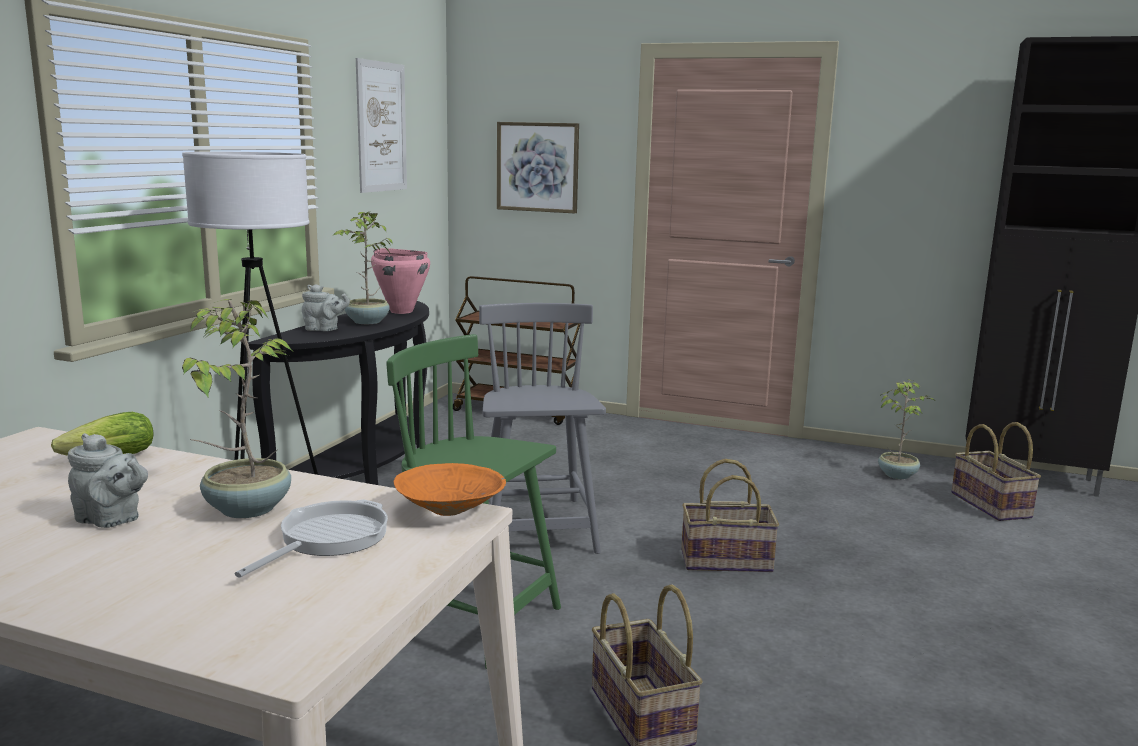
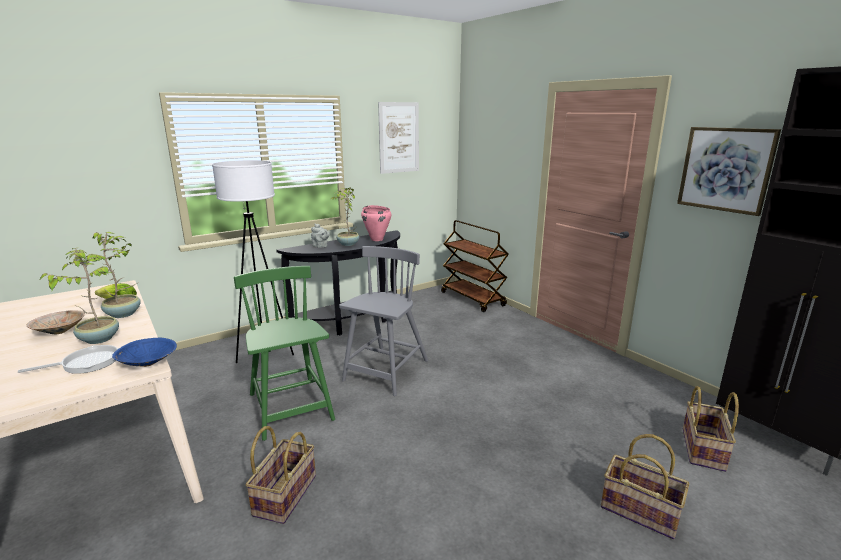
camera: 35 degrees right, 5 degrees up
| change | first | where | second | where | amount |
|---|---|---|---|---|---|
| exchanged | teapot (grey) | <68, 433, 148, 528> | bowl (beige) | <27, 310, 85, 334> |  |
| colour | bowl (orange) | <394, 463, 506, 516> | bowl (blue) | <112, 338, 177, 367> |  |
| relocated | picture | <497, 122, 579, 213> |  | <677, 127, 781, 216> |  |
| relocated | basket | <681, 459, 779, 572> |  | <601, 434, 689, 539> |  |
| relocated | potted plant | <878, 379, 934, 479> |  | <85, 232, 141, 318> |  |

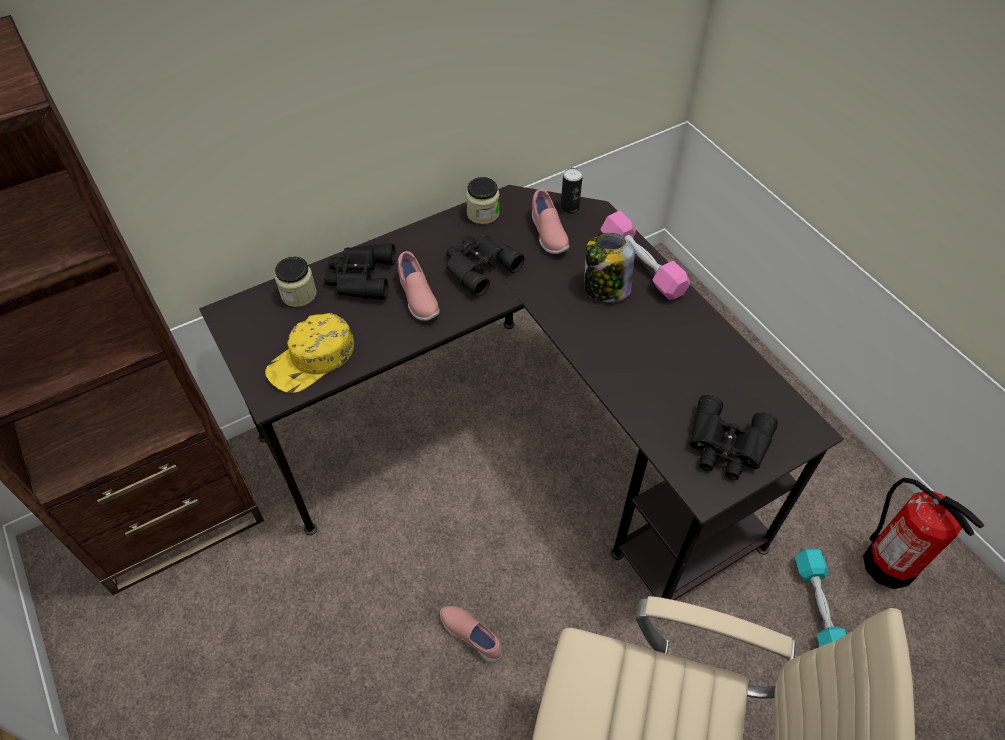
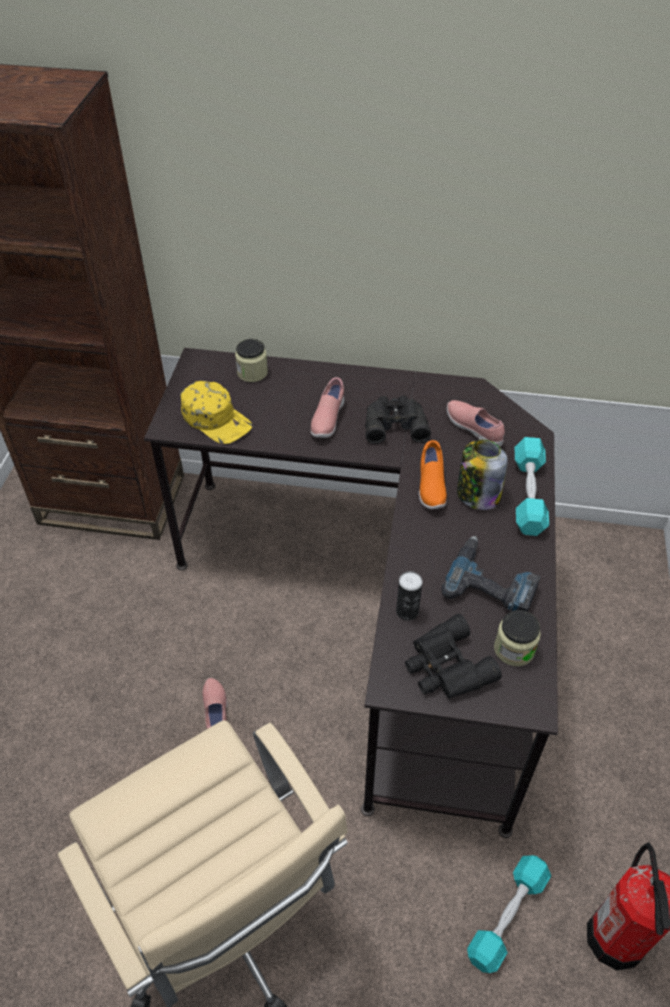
camera: 40 degrees right, 5 degrees down
| change | first | where | second | where | amount |
|---|---|---|---|---|---|
| spun | cap (yellow) | <265, 313, 354, 393> |  | <181, 381, 252, 444> | 135 degrees counterclockwise |
| missing | binoculars (black) | <324, 243, 396, 300> |  |  |  |
| relocated | jar | <466, 177, 500, 224> |  | <494, 610, 541, 666> |  |
| spun | shoe (pink) | <532, 189, 569, 254> |  | <447, 400, 505, 447> | 120 degrees clockwise |
| relocated | can | <561, 168, 583, 214> |  | <396, 571, 423, 620> |  |
| colour | dumbbell (pink) | <600, 211, 690, 300> | dumbbell (turquoise) | <515, 437, 549, 536> |  |
| appeared |  |  | shoe (orange) | <419, 440, 447, 509> |  |
| appeared |  |  | power drill | <442, 536, 540, 611> |  |

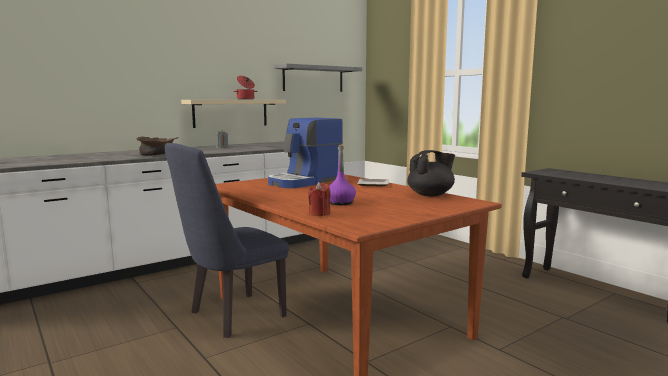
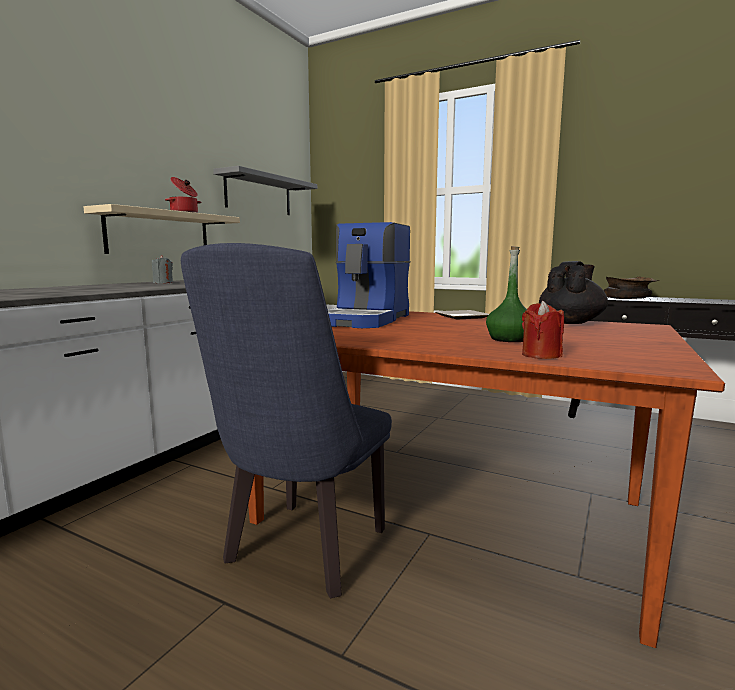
camera: 25 degrees left, 0 degrees up
| change | first | where | second | where | amount |
|---|---|---|---|---|---|
| relocated | bowl (brown) | <137, 136, 178, 156> |  | <603, 276, 659, 299> |  |
| colour | bottle (purple) | <329, 145, 356, 205> | bottle (green) | <486, 246, 527, 342> |  |

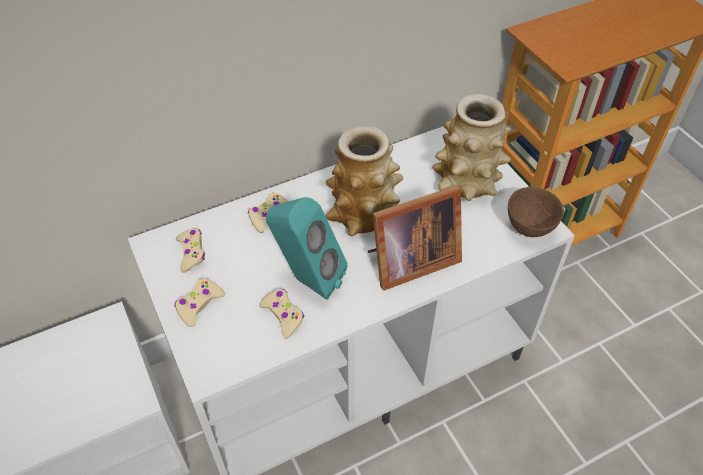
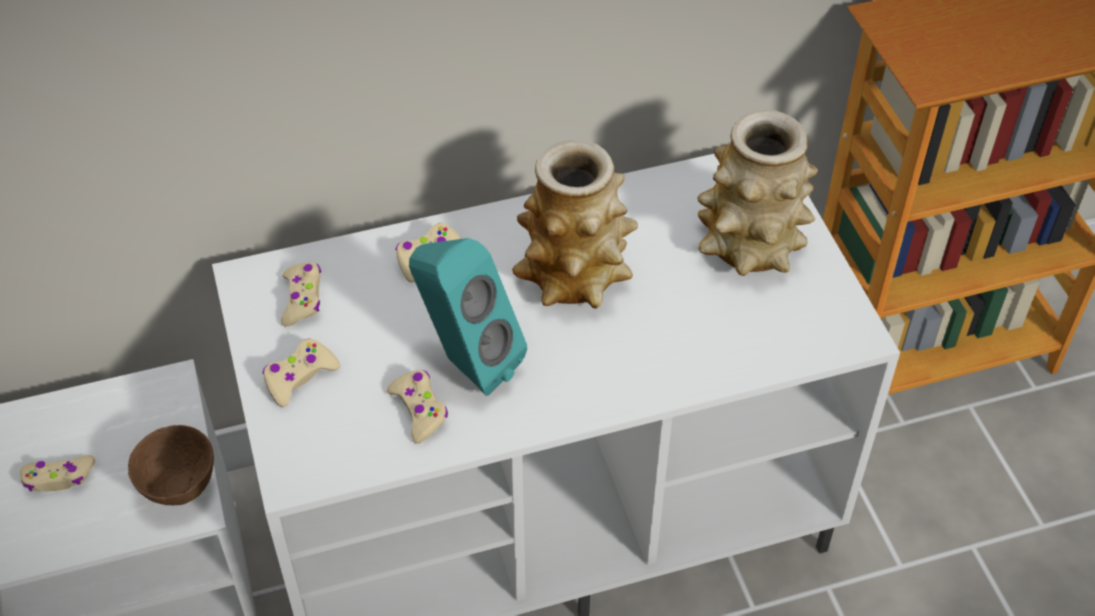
camera: 10 degrees right, 0 degrees up
| change | first | where | second | where | amount |
|---|---|---|---|---|---|
| missing | picture frame | <368, 185, 462, 291> |  |  |  |
| relocated | bowl (brown) | <508, 187, 564, 237> |  | <128, 425, 214, 505> |  |
| appeared |  |  | game controller (beige) | <20, 455, 95, 492> |  |

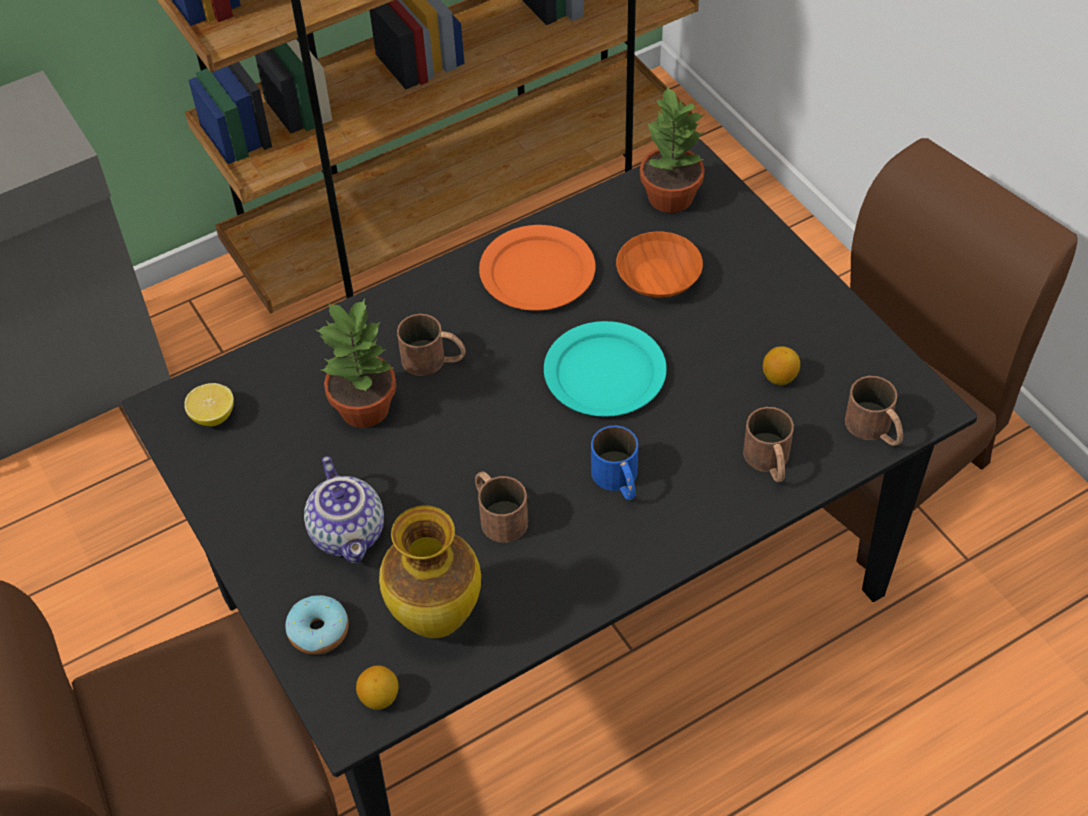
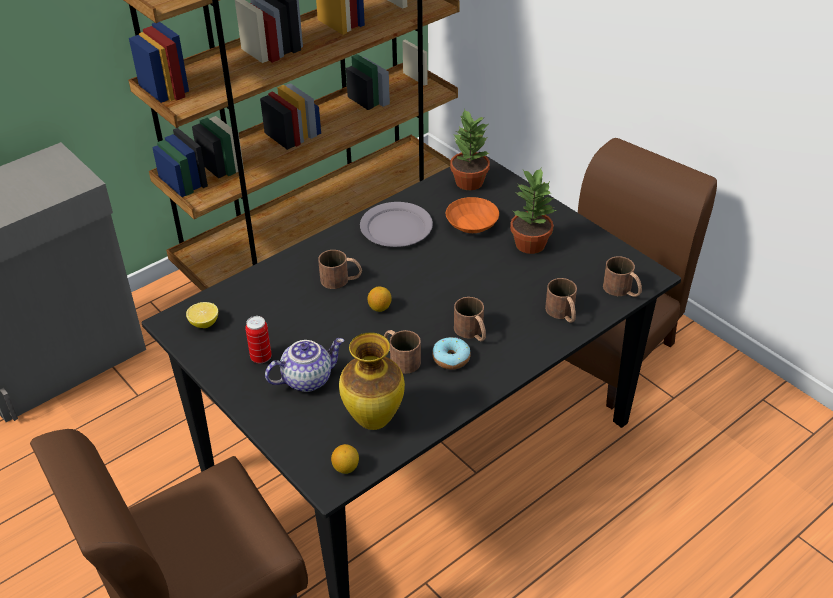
camera: 10 degrees left, 10 degrees down
| change | first | where | second | where | amount |
|---|---|---|---|---|---|
| relocated | donut | <285, 595, 349, 655> |  | <432, 337, 471, 370> |  |
| spun | teapot | <304, 456, 384, 563> |  | <265, 338, 344, 392> | 90 degrees counterclockwise |
| relocated | potted plant | <316, 299, 397, 428> |  | <510, 168, 557, 254> |  |
| colour | plate (orange) | <479, 225, 596, 311> | plate (grey) | <360, 202, 433, 247> |  |
| missing | plate (turquoise) | <544, 321, 667, 417> |  |  |  |
| colour | mug (blue) | <591, 425, 638, 500> | mug (brown) | <454, 297, 486, 341> |  |
| relocated | lemon | <763, 346, 800, 385> |  | <368, 286, 391, 312> |  |
| appeared |  |  | can | <245, 316, 272, 363> |  |

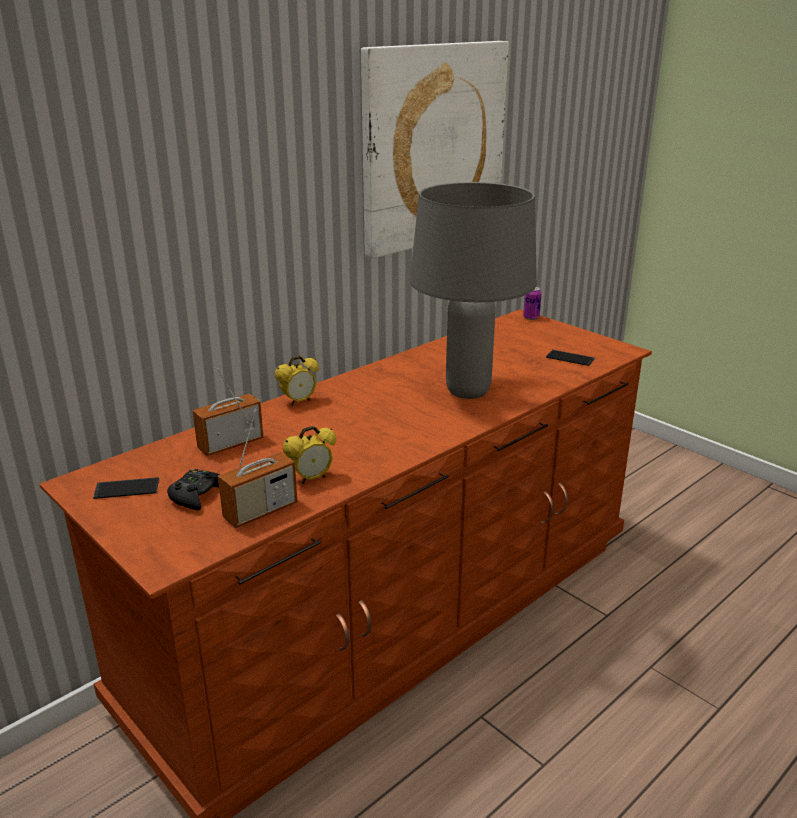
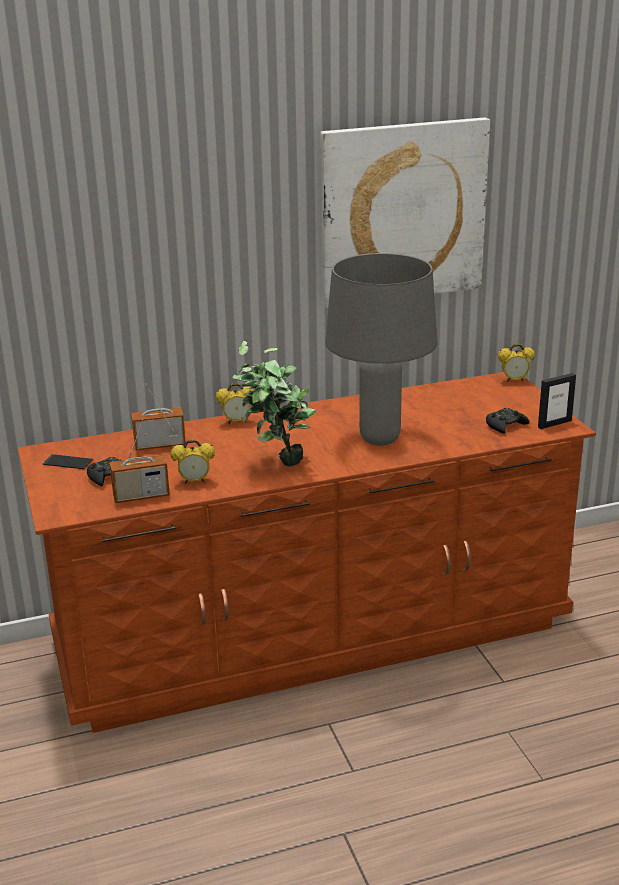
camera: 25 degrees right, 0 degrees up
| change | first | where | second | where | amount |
|---|---|---|---|---|---|
| exchanged | can | <523, 287, 542, 320> | alarm clock | <498, 344, 535, 382> |  |
| exchanged | phone | <546, 350, 595, 366> | game controller (black) | <486, 408, 529, 434> |  |
| appeared |  |  | potted plant | <232, 341, 316, 466> |  |
| appeared |  |  | picture frame | <538, 373, 576, 429> |  |

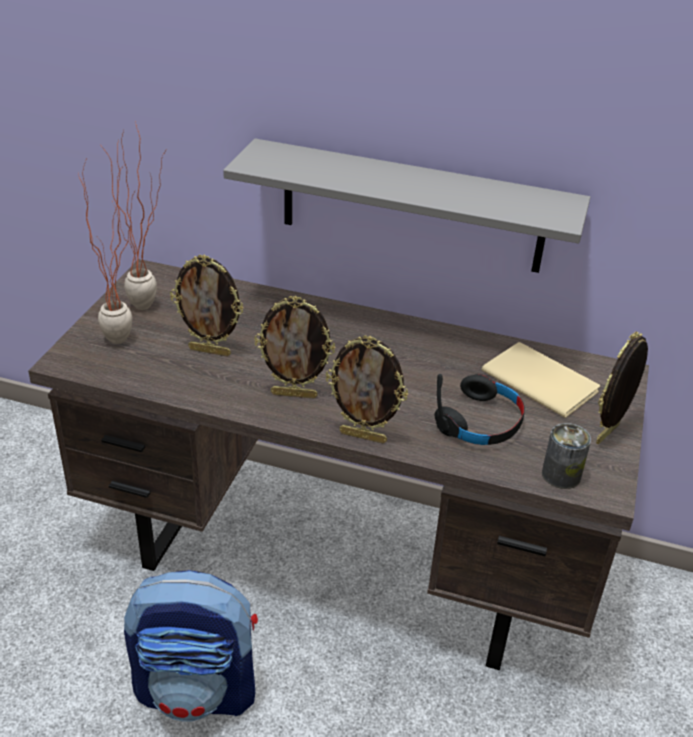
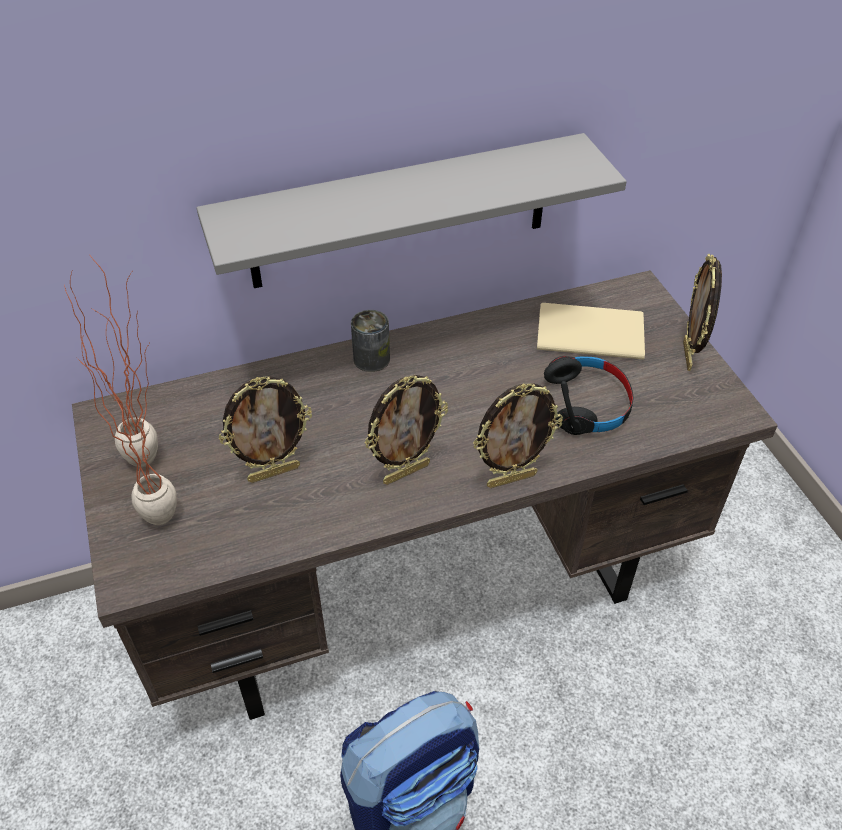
camera: 35 degrees left, 10 degrees up
| change | first | where | second | where | amount |
|---|---|---|---|---|---|
| relocated | can | <542, 423, 591, 489> |  | <351, 310, 390, 372> |  |

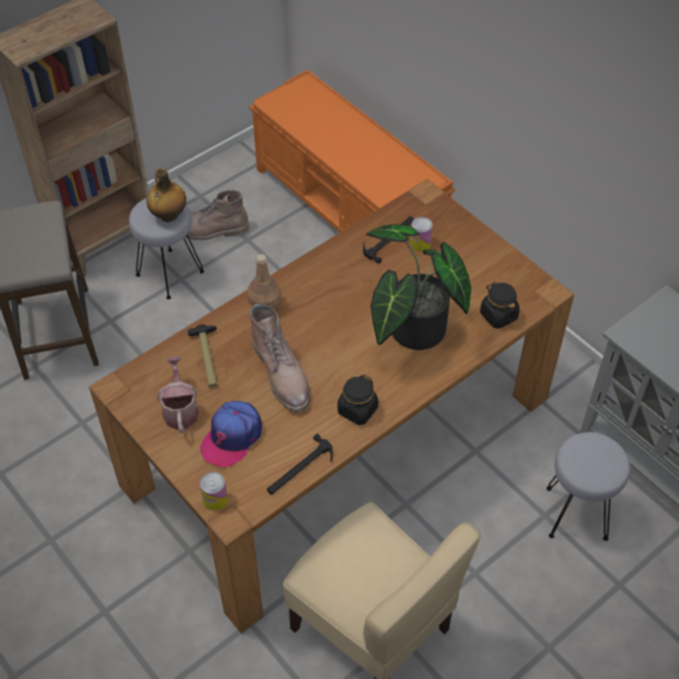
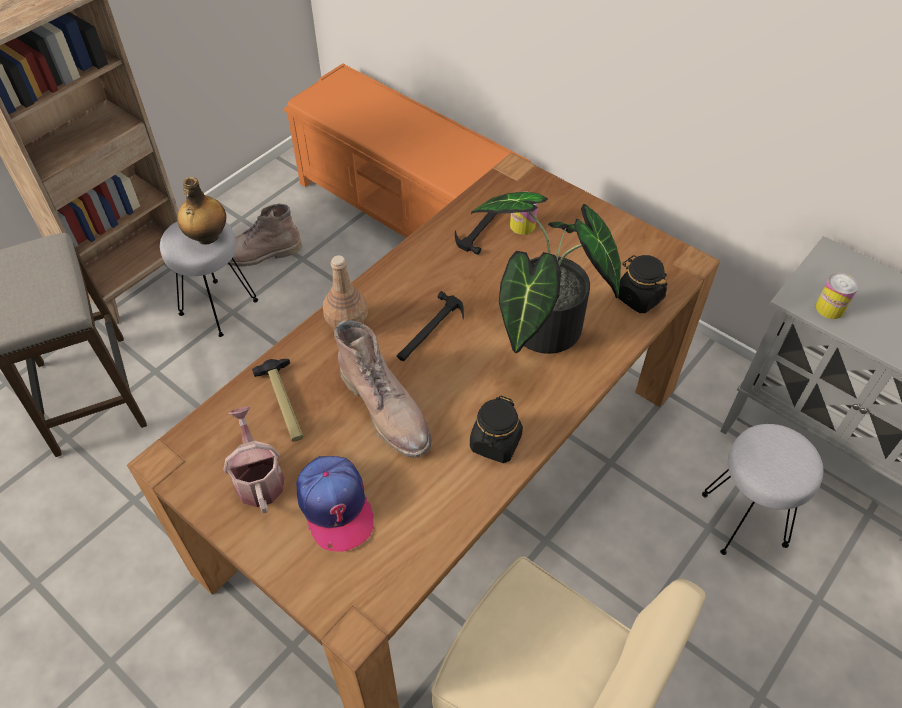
camera: 10 degrees left, 0 degrees up
| change | first | where | second | where | amount |
|---|---|---|---|---|---|
| relocated | can | <199, 472, 228, 511> |  | <816, 273, 858, 319> |  |
| spun | cap | <200, 401, 262, 467> |  | <296, 456, 374, 552> | 45 degrees counterclockwise |
| relocated | hammer | <267, 434, 333, 495> |  | <397, 291, 464, 361> |  |

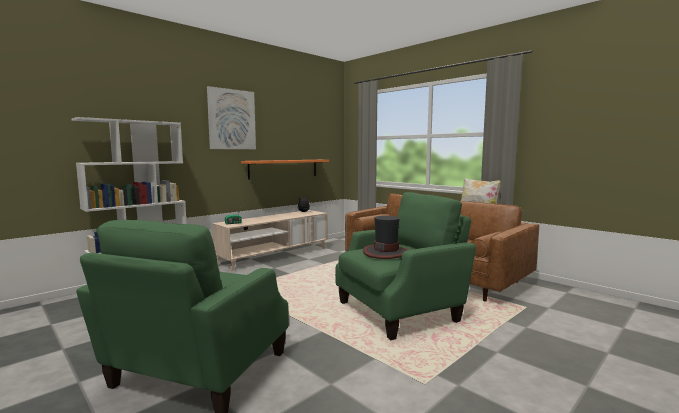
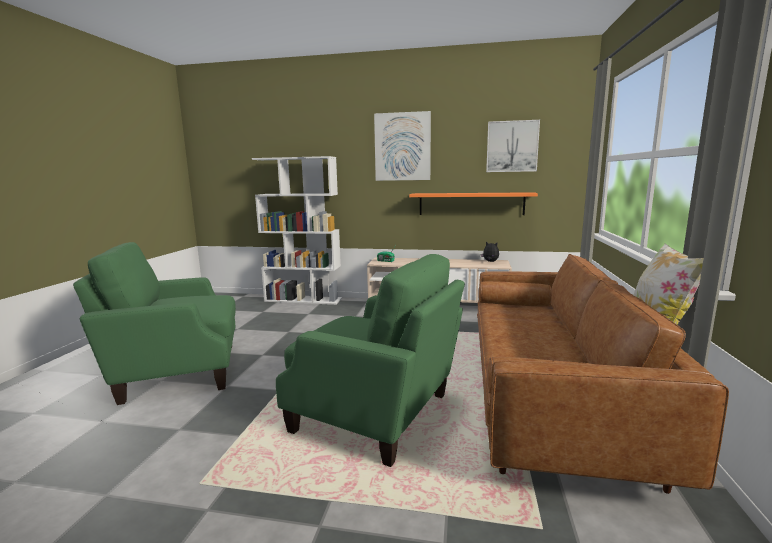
camera: 55 degrees right, 5 degrees up
| change | first | where | second | where | amount |
|---|---|---|---|---|---|
| missing | hat | <363, 216, 408, 259> |  |  |  |
| appeared |  |  | picture | <486, 120, 540, 172> |  |

